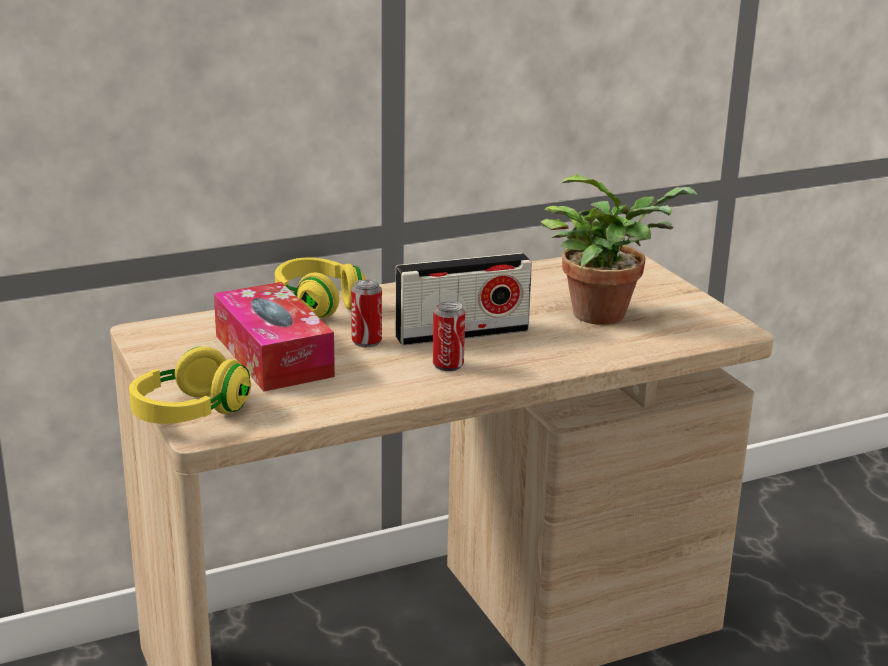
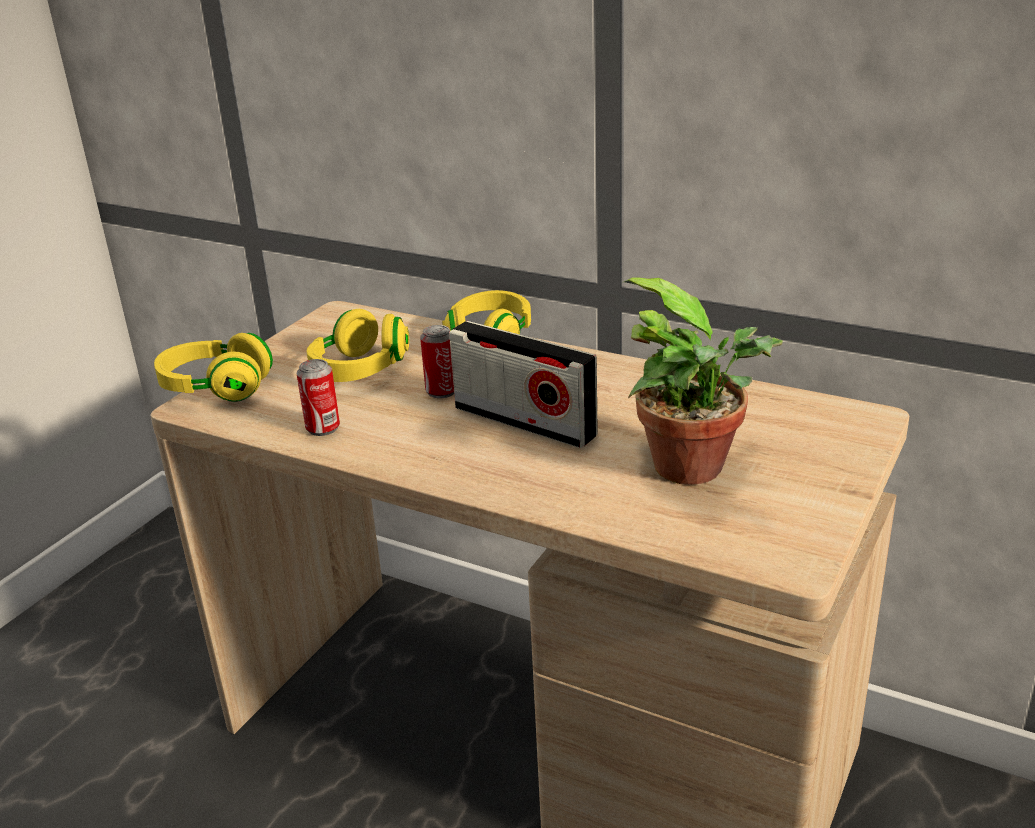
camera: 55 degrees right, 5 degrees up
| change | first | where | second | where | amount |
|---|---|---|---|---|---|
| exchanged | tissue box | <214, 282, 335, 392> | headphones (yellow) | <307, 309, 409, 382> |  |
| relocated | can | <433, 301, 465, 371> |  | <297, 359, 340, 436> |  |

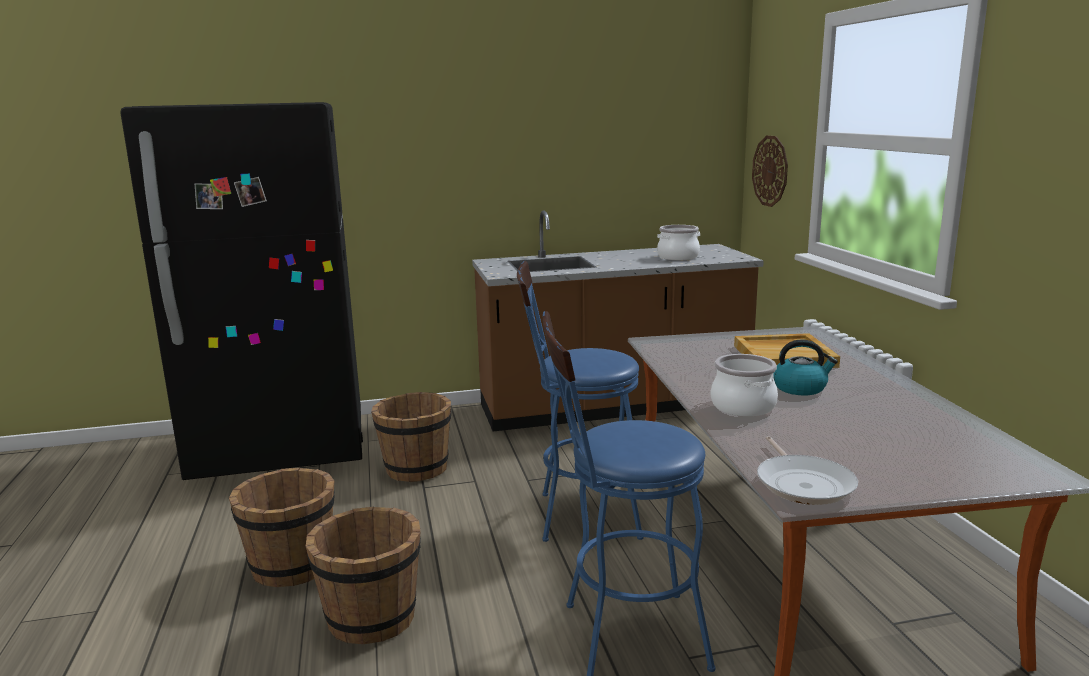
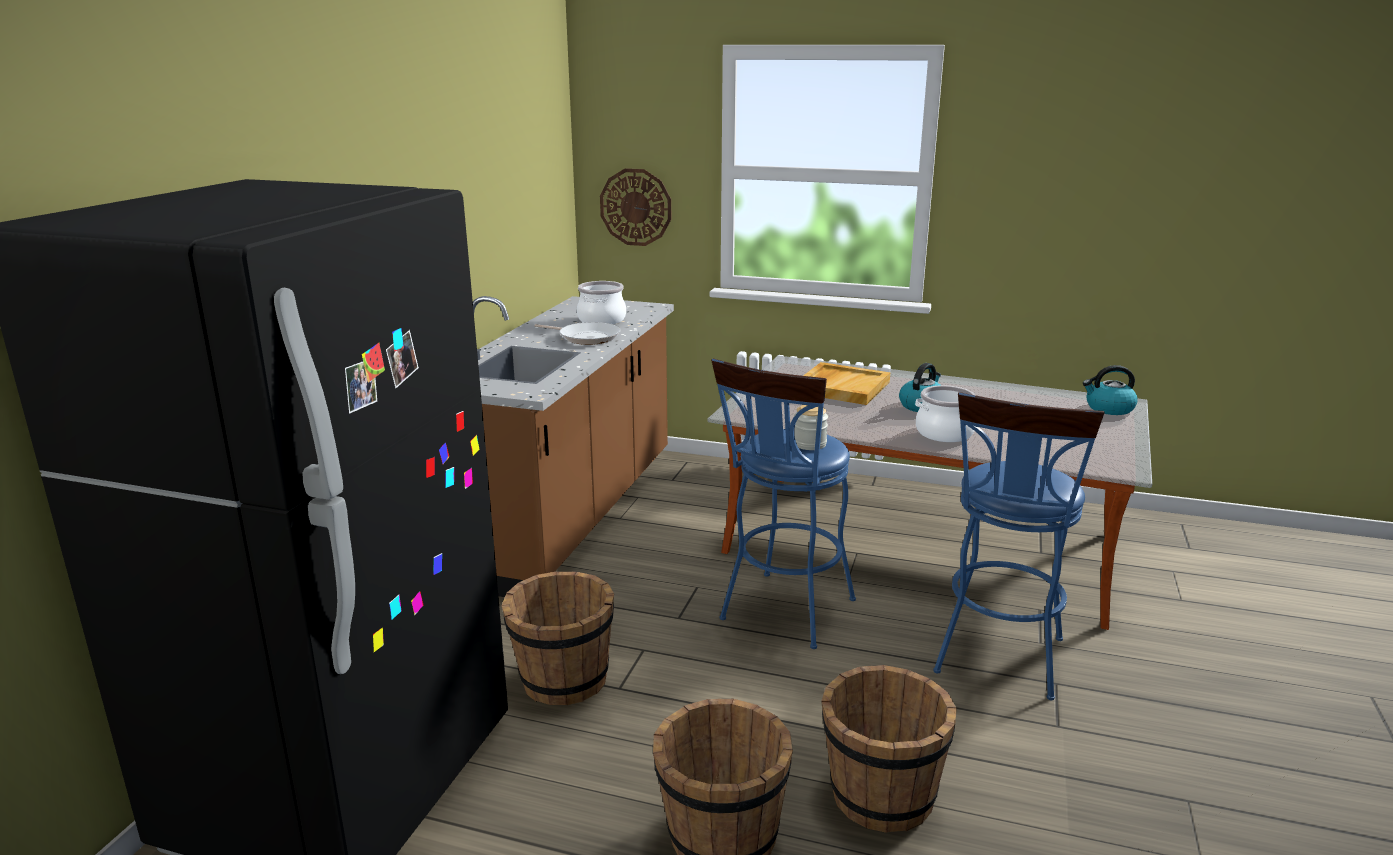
camera: 60 degrees left, 5 degrees up
| change | first | where | second | where | amount |
|---|---|---|---|---|---|
| relocated | frying pan | <757, 436, 858, 505> |  | <535, 322, 621, 345> |  |
| appeared |  |  | jar | <794, 405, 828, 450> |  |
| appeared |  |  | kettle | <1083, 365, 1138, 415> |  |

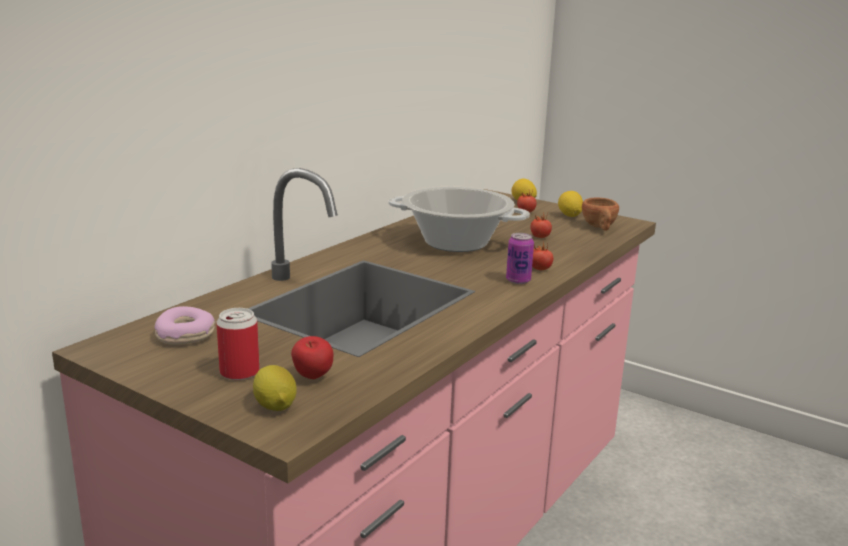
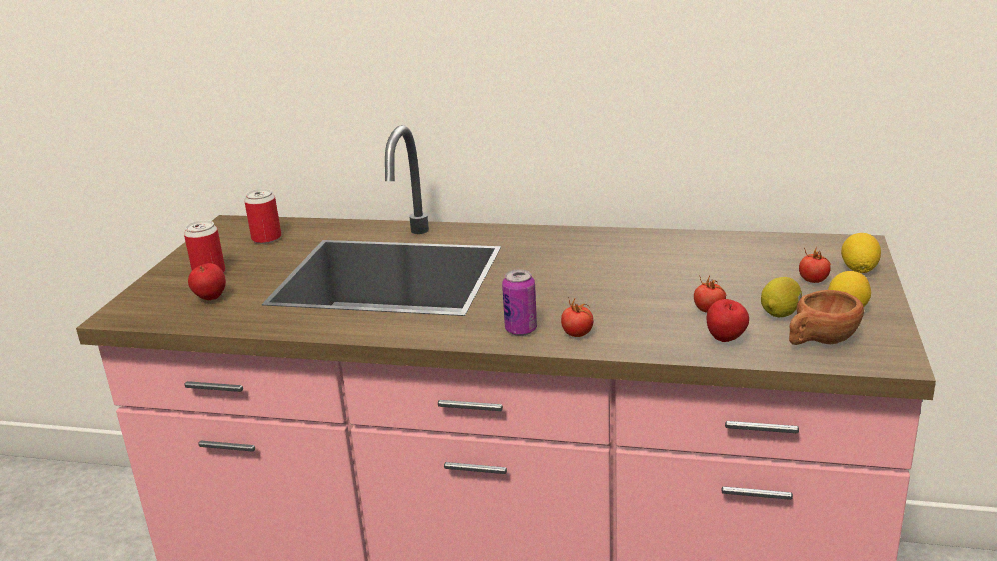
camera: 70 degrees right, 5 degrees up
| change | first | where | second | where | amount |
|---|---|---|---|---|---|
| exchanged | donut | <154, 306, 215, 345> | can | <244, 189, 281, 244> |  |
| relocated | lemon | <253, 365, 297, 411> |  | <761, 277, 802, 317> |  |
| missing | cooking pot | <389, 187, 530, 252> |  |  |  |
| appeared |  |  | apple | <707, 299, 749, 342> |  |

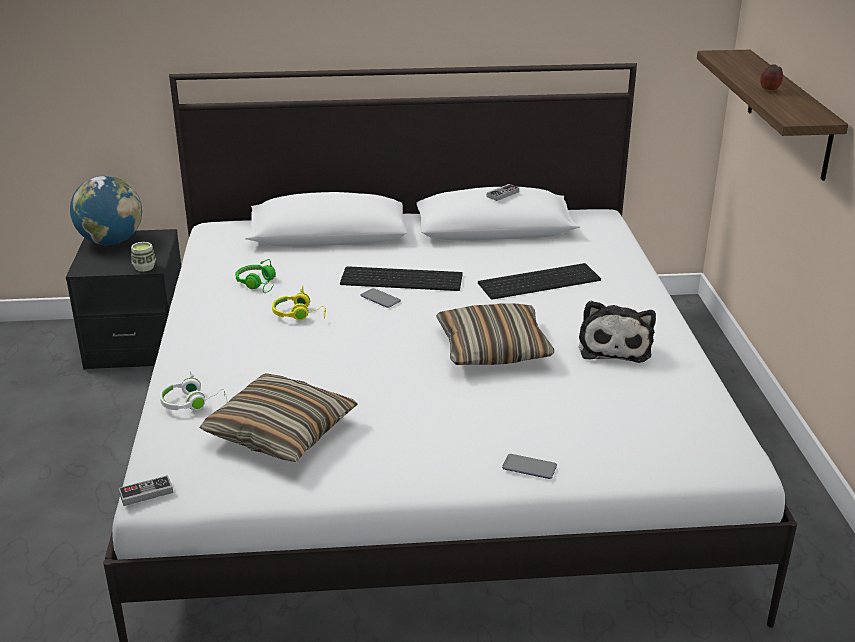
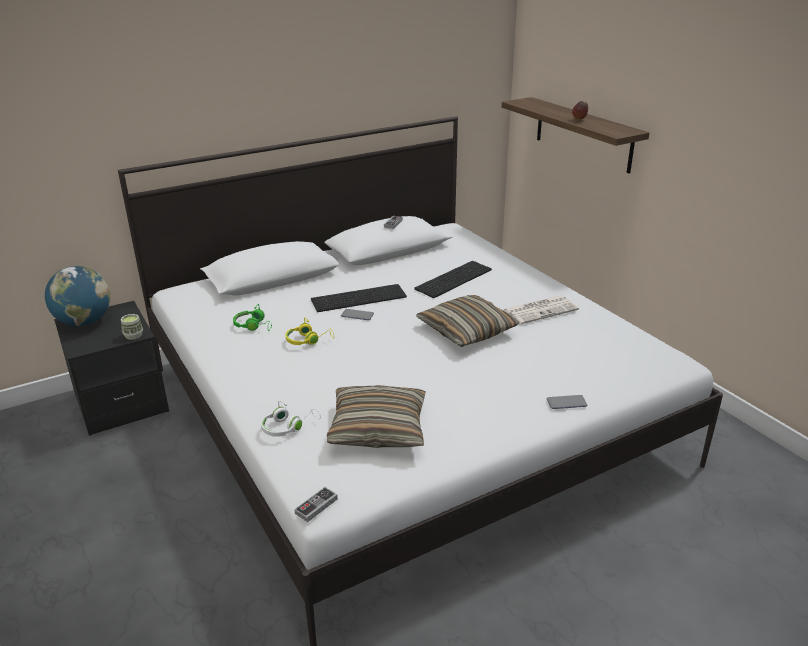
camera: 25 degrees left, 0 degrees up
| change | first | where | second | where | amount |
|---|---|---|---|---|---|
| exchanged | plush toy | <579, 300, 656, 363> | newspaper | <503, 295, 579, 324> |  |

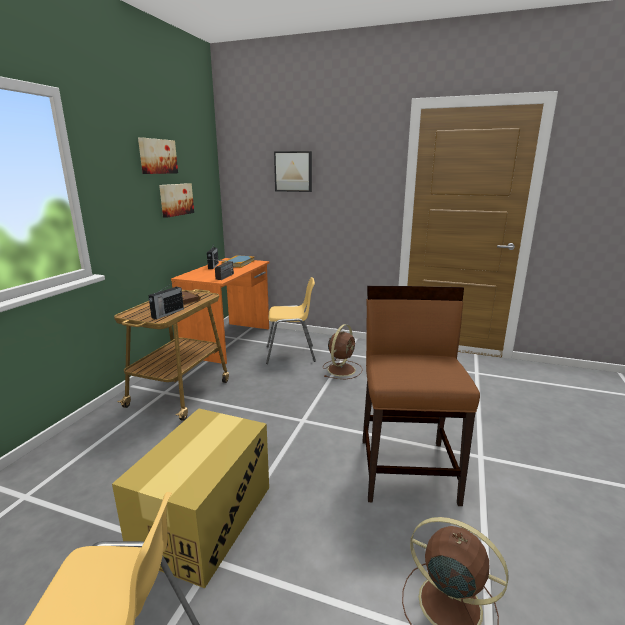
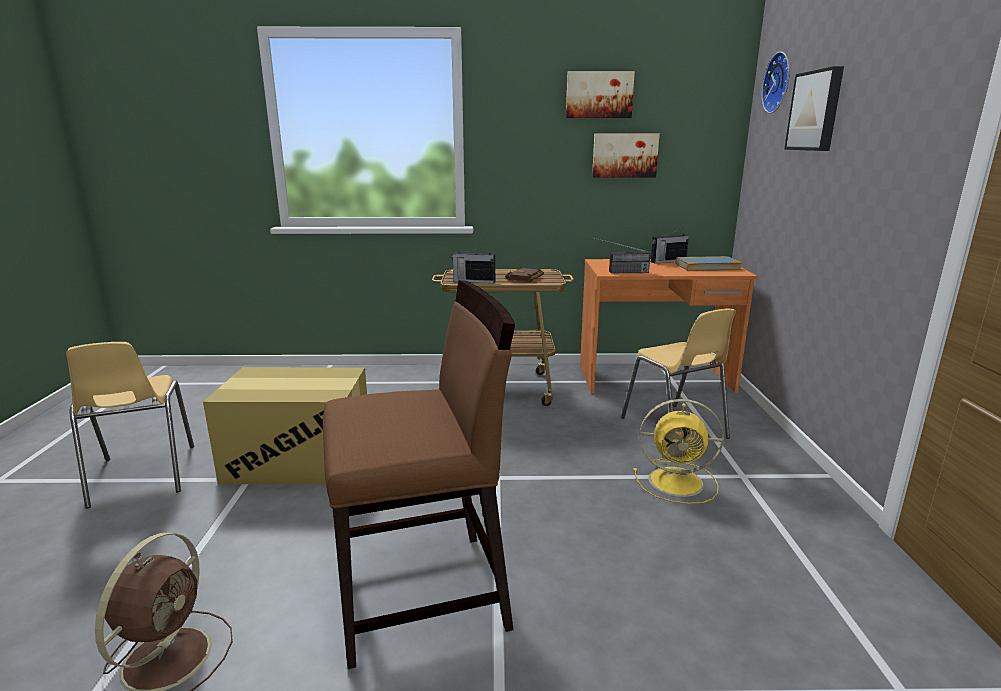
camera: 70 degrees right, 0 degrees up
| change | first | where | second | where | amount |
|---|---|---|---|---|---|
| colour | fan (brown) | <323, 324, 363, 379> | fan (yellow) | <634, 399, 724, 504> |  |
| appeared |  |  | wall clock | <762, 51, 790, 113> |  |

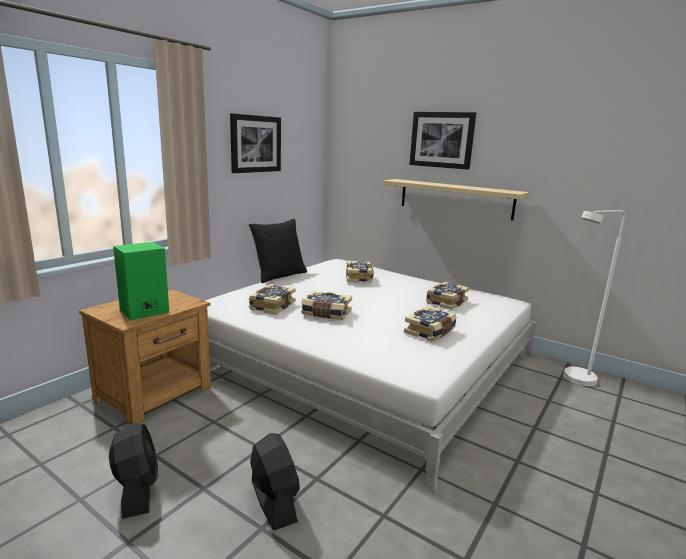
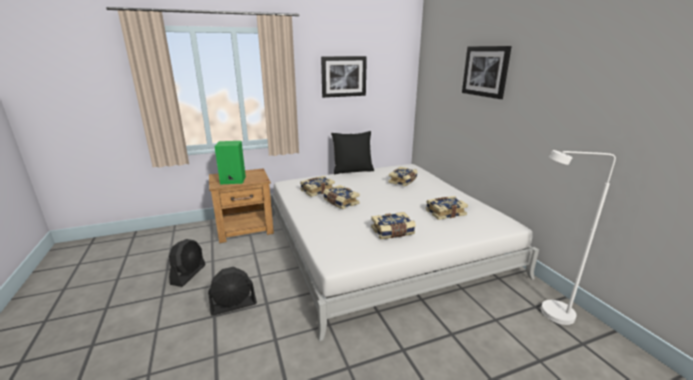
camera: 35 degrees right, 5 degrees up
| change | first | where | second | where | amount |
|---|---|---|---|---|---|
| spun | fan (black) | <250, 433, 300, 530> |  | <208, 267, 257, 316> | 60 degrees clockwise |
| missing | shelf (beige) | <383, 179, 529, 221> |  |  |  |

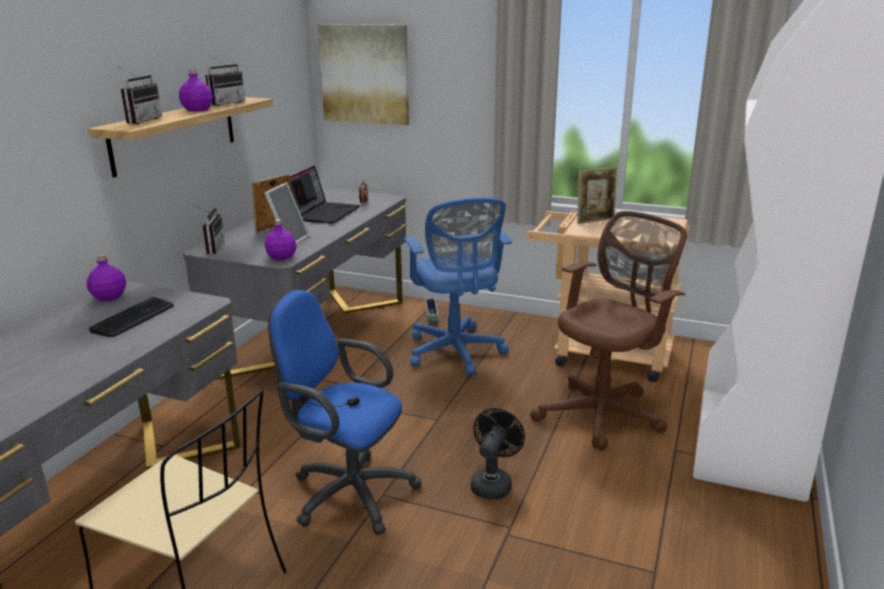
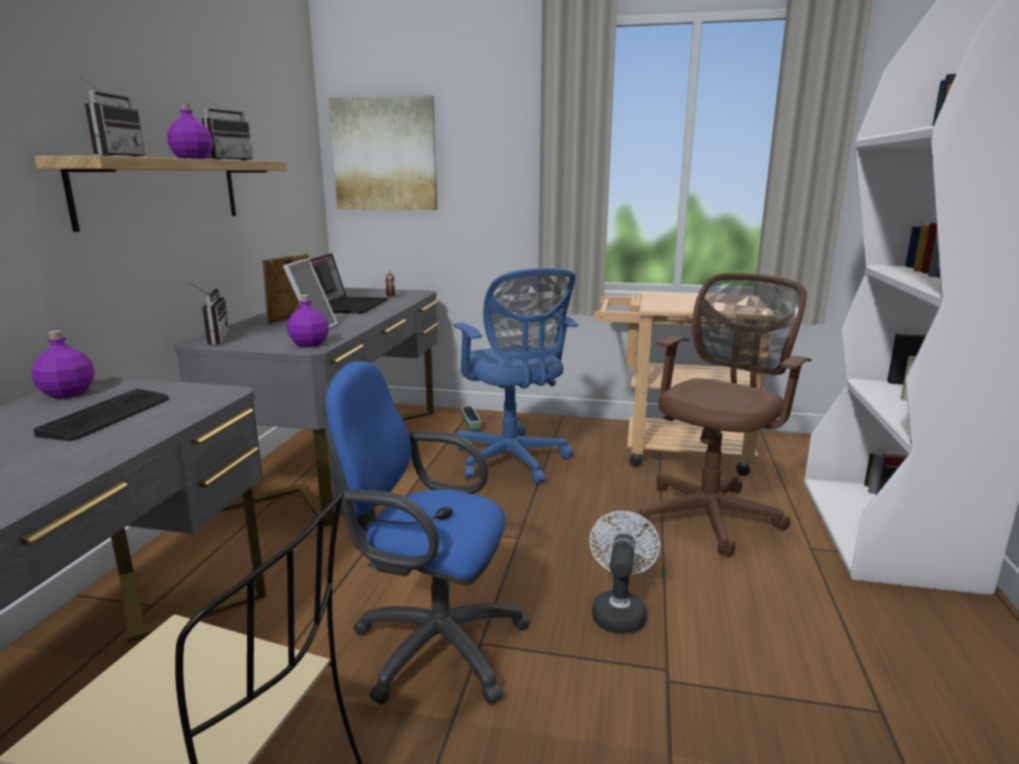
camera: 10 degrees left, 5 degrees down
| change | first | where | second | where | amount |
|---|---|---|---|---|---|
| colour | fan (black) | <471, 408, 525, 500> | fan (white) | <589, 511, 660, 634> |  |
| missing | picture frame | <577, 167, 617, 224> |  |  |  |

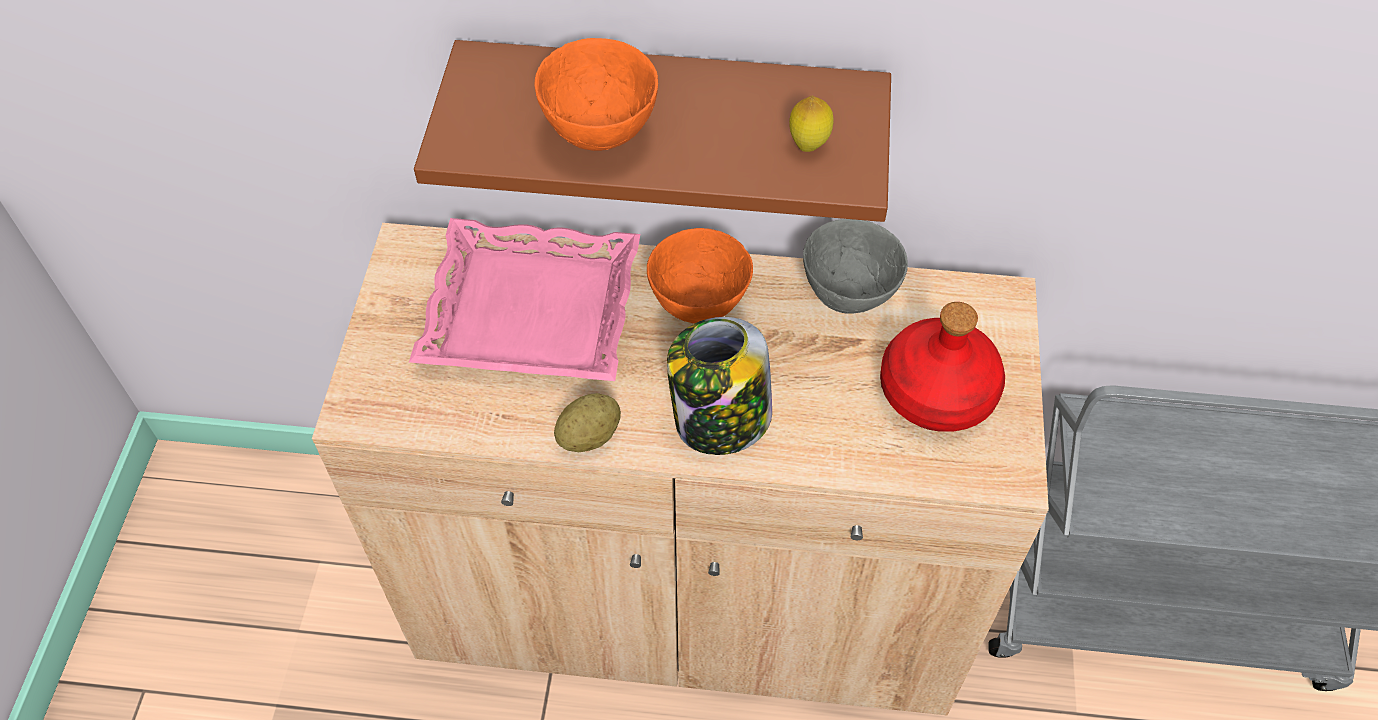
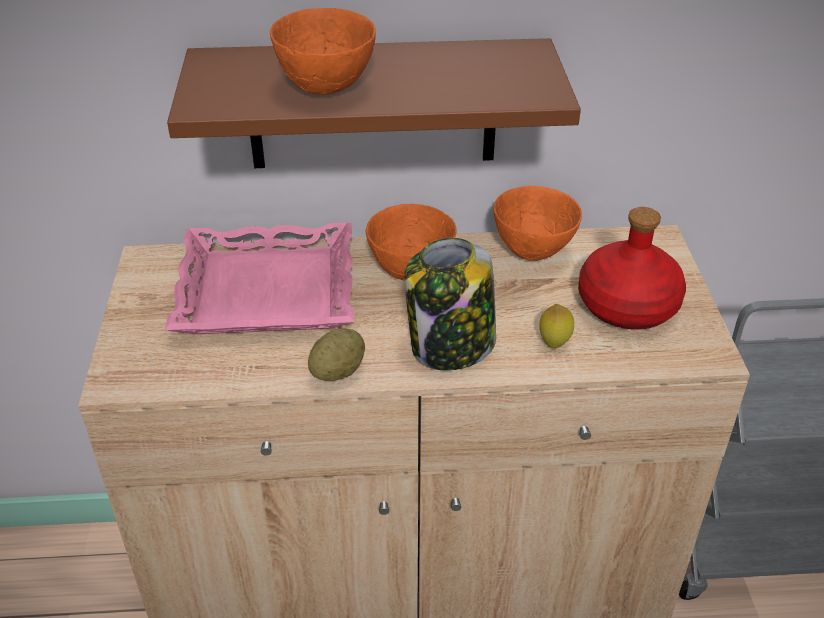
camera: 10 degrees left, 15 degrees down
| change | first | where | second | where | amount |
|---|---|---|---|---|---|
| relocated | lemon | <789, 96, 834, 152> |  | <539, 304, 574, 348> |  |
| colour | bowl (grey) | <803, 219, 908, 313> | bowl (orange) | <494, 186, 582, 261> |  |

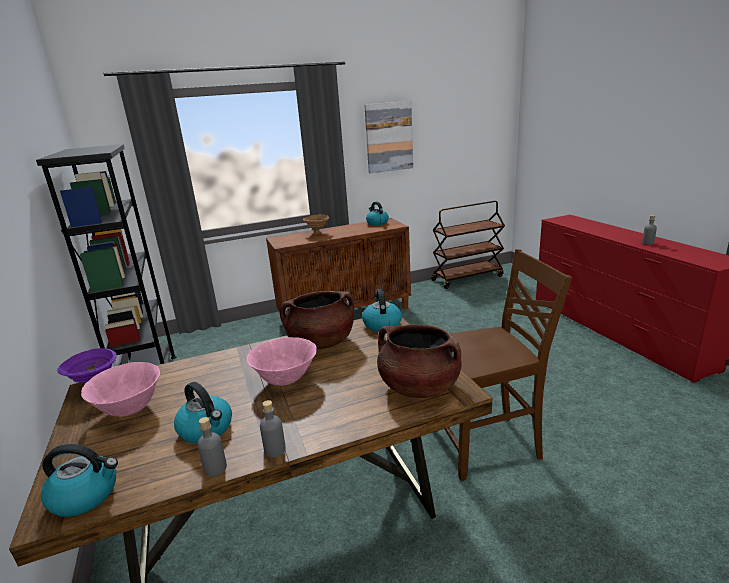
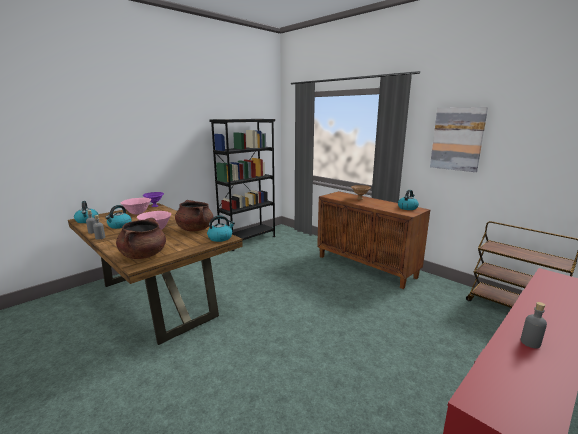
camera: 65 degrees right, 5 degrees down
| change | first | where | second | where | amount |
|---|---|---|---|---|---|
| missing | chair (brown) | <433, 249, 572, 481> |  |  |  |

